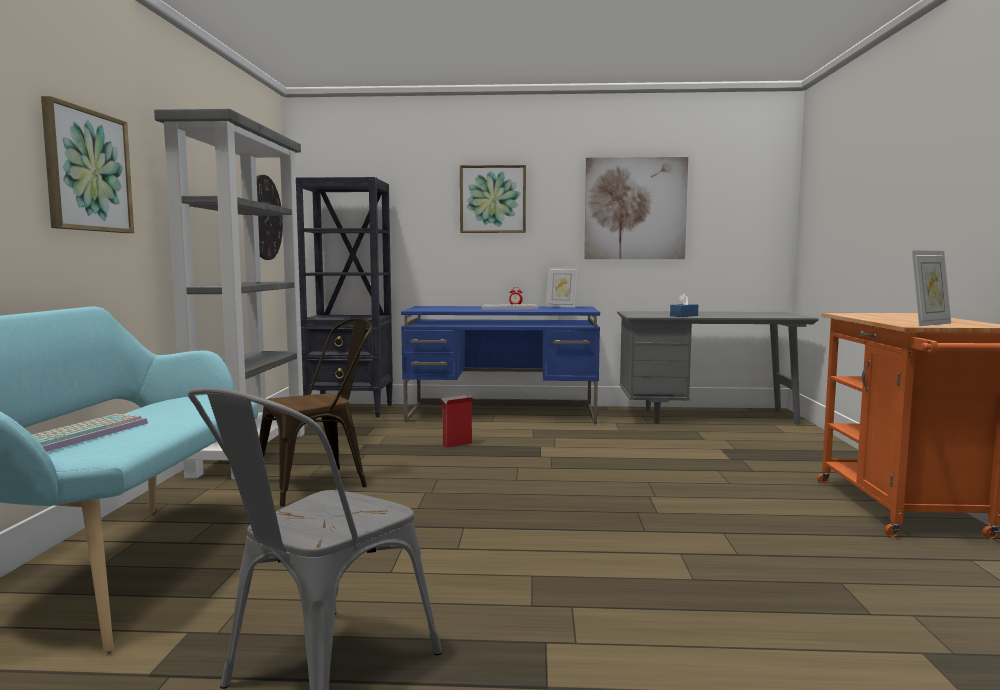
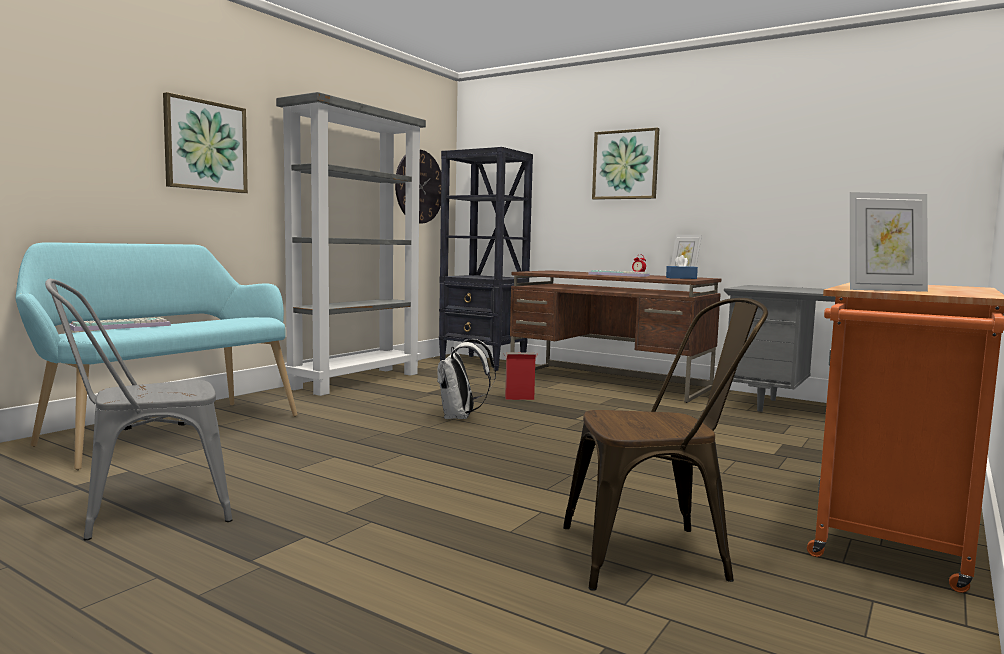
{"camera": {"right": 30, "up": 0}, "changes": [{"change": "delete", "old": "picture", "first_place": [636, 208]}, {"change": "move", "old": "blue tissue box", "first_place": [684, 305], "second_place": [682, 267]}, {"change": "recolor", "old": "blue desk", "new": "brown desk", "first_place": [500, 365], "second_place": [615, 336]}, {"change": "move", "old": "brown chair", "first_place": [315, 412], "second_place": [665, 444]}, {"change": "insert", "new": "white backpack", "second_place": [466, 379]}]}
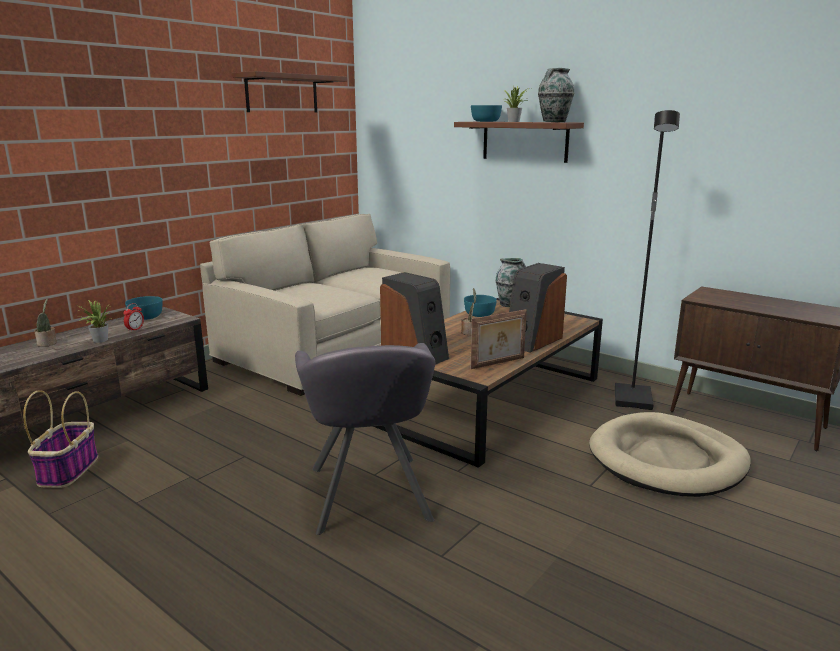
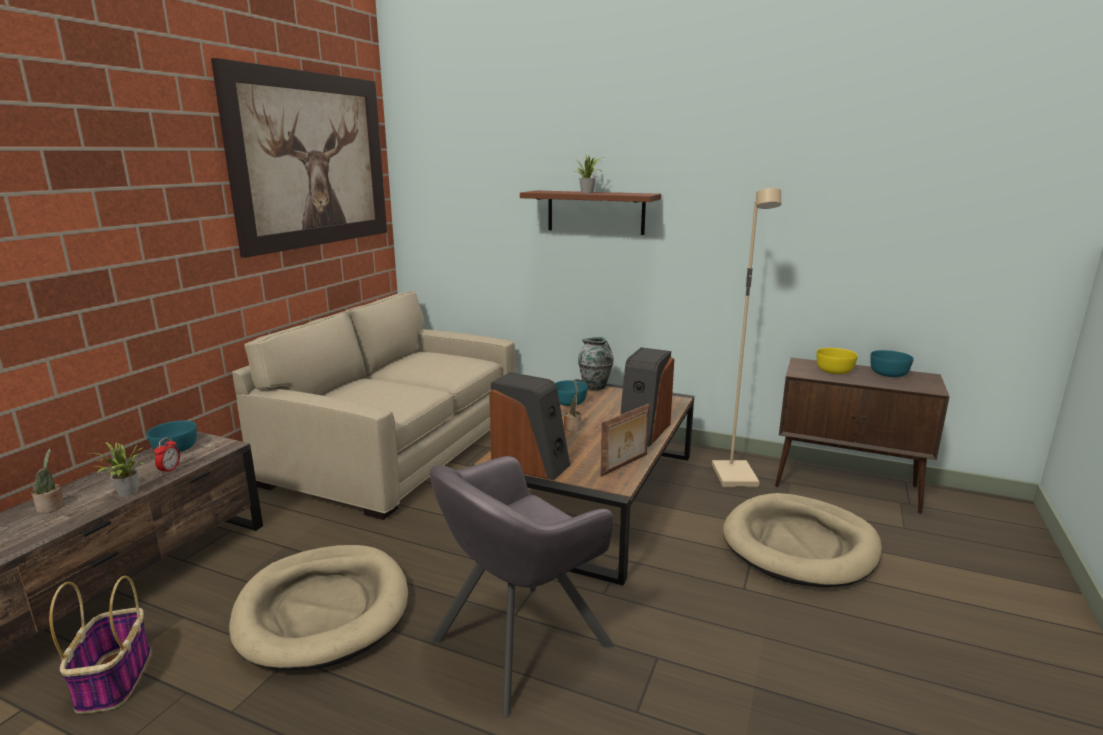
{"camera": {"right": -15, "up": 0}, "changes": [{"change": "delete", "old": "vase", "first_place": [556, 95]}, {"change": "replace", "old": "brown shelf", "new": "picture", "first_place": [289, 91], "second_place": [299, 158]}, {"change": "move", "old": "turquoise bowl", "first_place": [486, 113], "second_place": [892, 363]}, {"change": "recolor", "old": "black floor lamp", "new": "beige floor lamp", "first_place": [647, 260], "second_place": [746, 337]}, {"change": "rotate", "old": "grey armchair", "first_place": [365, 439], "second_place": [522, 587], "degrees": 75}, {"change": "insert", "new": "yellow bowl", "second_place": [837, 361]}, {"change": "insert", "new": "beige dog bed", "second_place": [318, 607]}]}
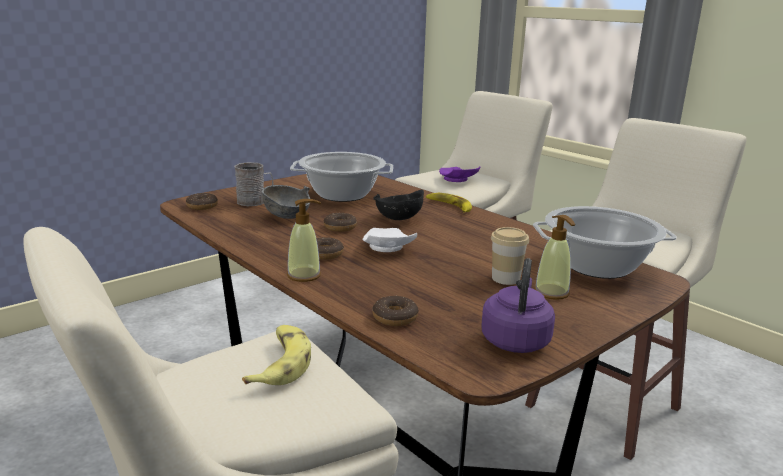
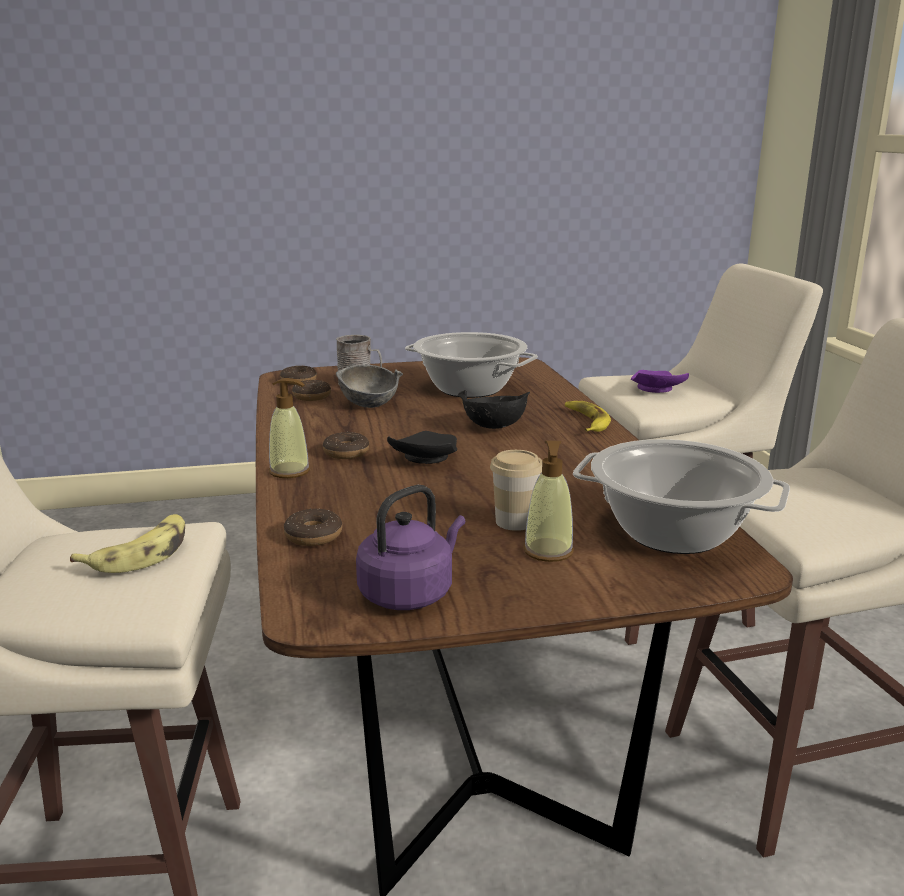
{"camera": {"right": 30, "up": 0}, "changes": [{"change": "move", "old": "donut", "first_place": [340, 222], "second_place": [311, 390]}, {"change": "recolor", "old": "white plate", "new": "black plate", "first_place": [390, 240], "second_place": [422, 447]}]}
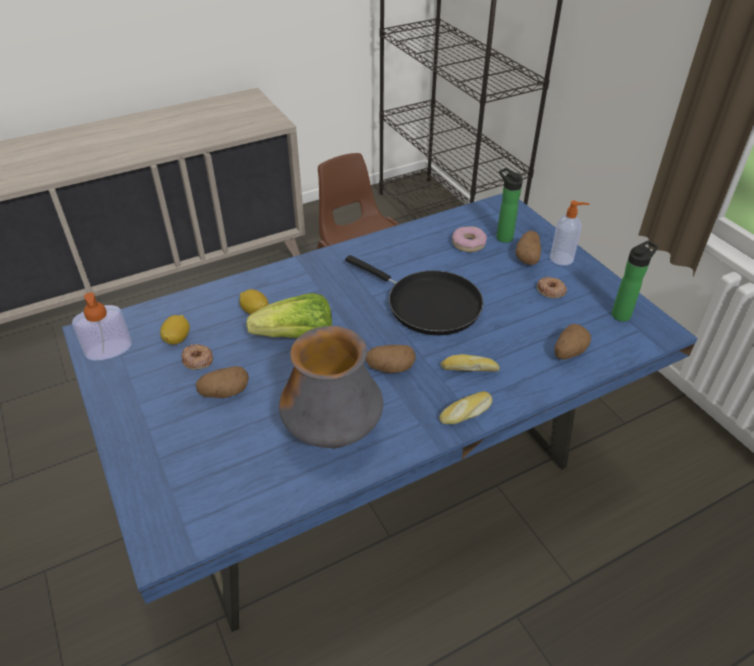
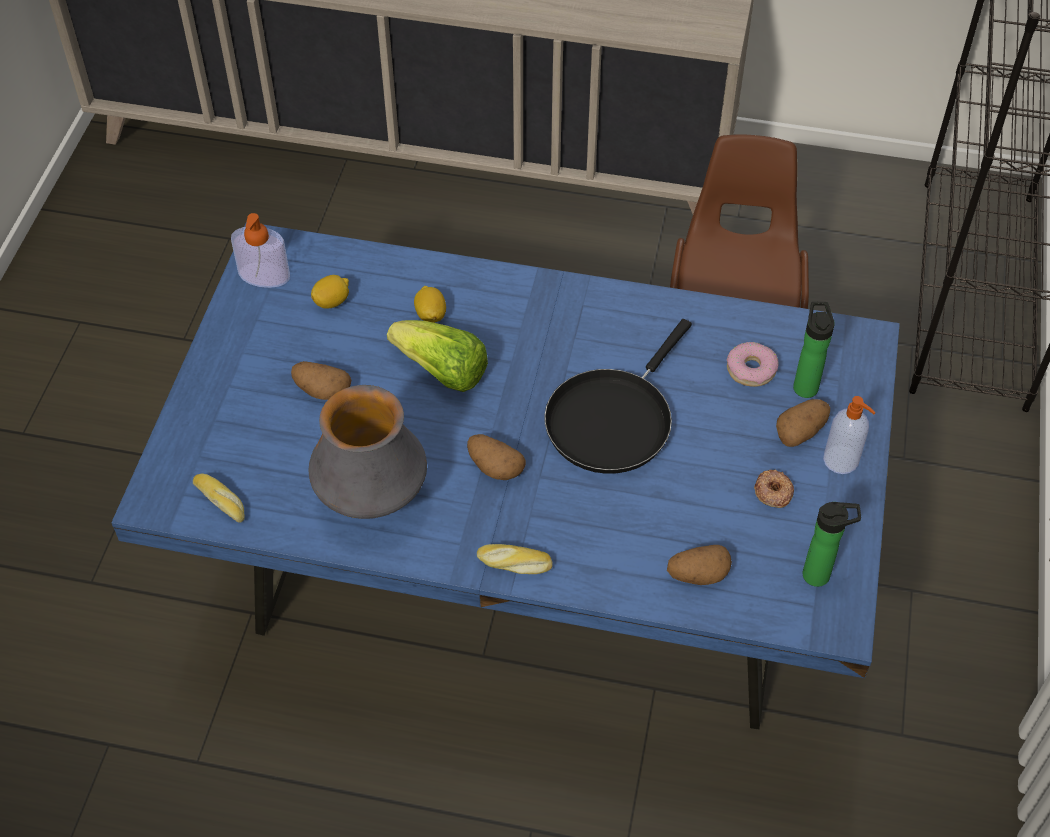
{"camera": {"right": 40, "up": 10}, "changes": [{"change": "rotate", "old": "black frying pan", "first_place": [414, 295], "second_place": [618, 396], "degrees": 45}, {"change": "delete", "old": "donut", "first_place": [197, 356]}, {"change": "move", "old": "bread", "first_place": [470, 363], "second_place": [219, 498]}]}
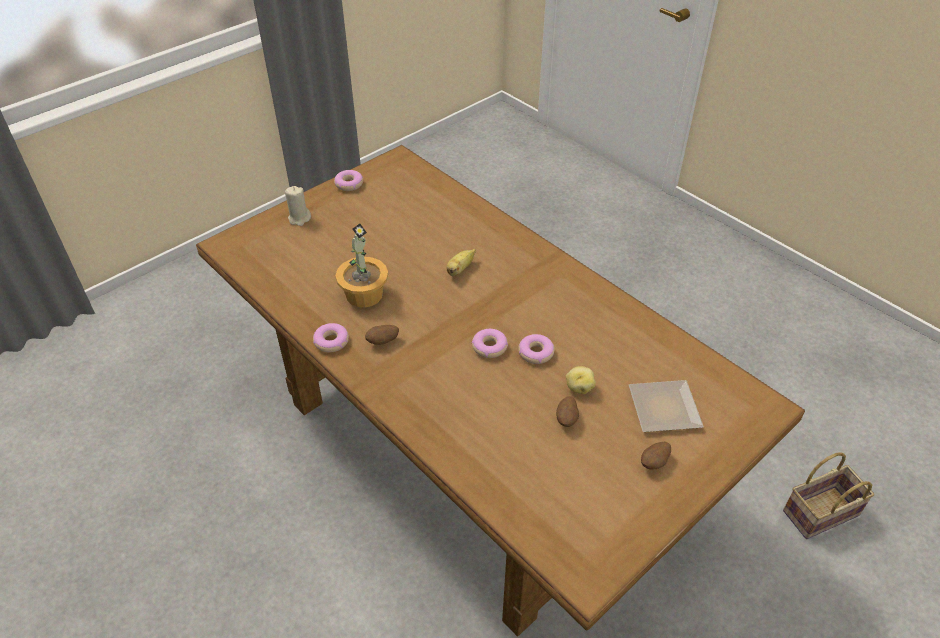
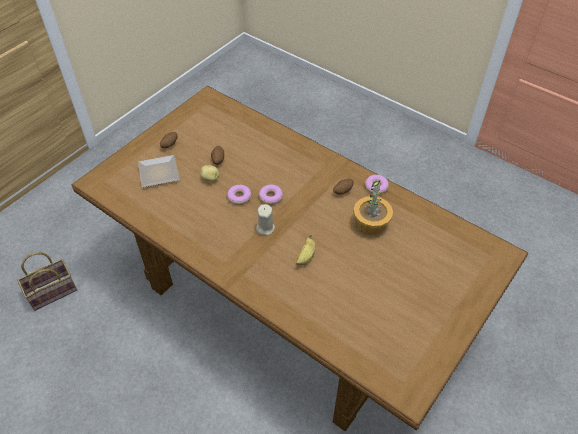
{"camera": {"right": 170, "up": 5}, "changes": [{"change": "delete", "old": "donut", "first_place": [348, 180]}, {"change": "move", "old": "beige candle", "first_place": [298, 206], "second_place": [265, 219]}]}
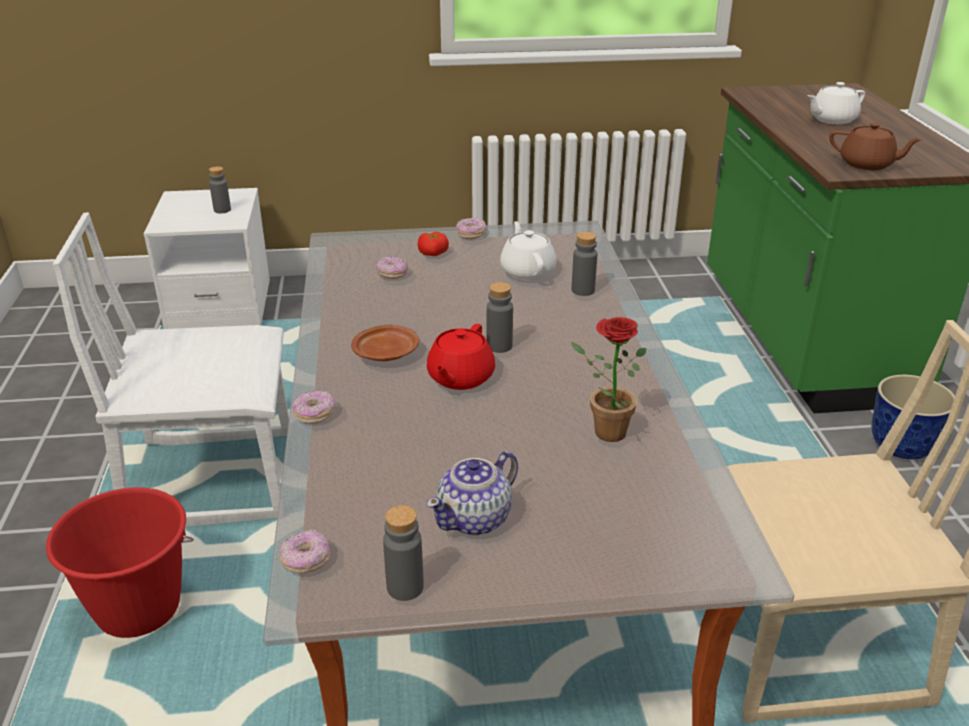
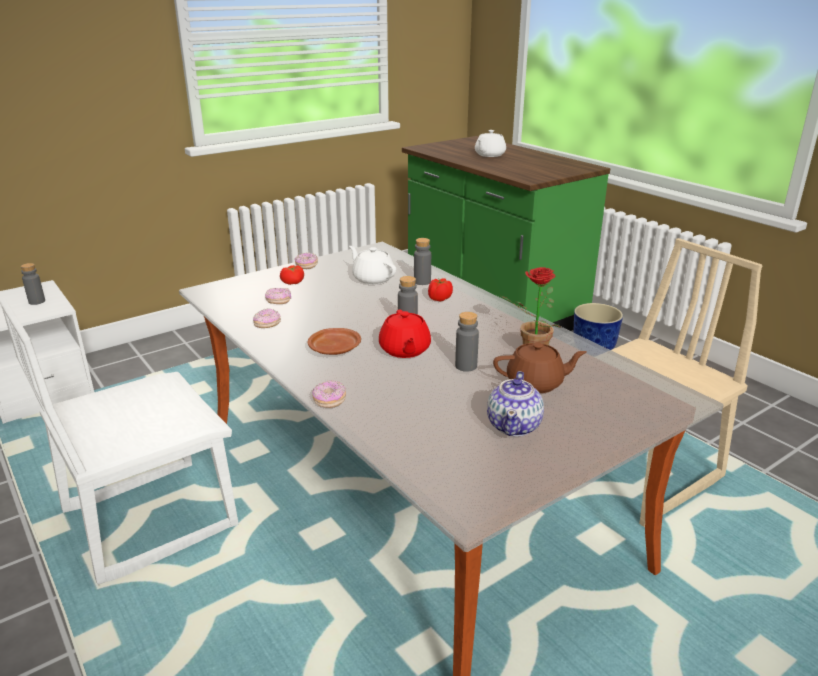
{"camera": {"right": -30, "up": -5}, "changes": [{"change": "move", "old": "brown teapot", "first_place": [876, 146], "second_place": [540, 367]}, {"change": "delete", "old": "red bucket", "first_place": [120, 562]}, {"change": "move", "old": "grey bottle", "first_place": [403, 553], "second_place": [467, 342]}, {"change": "move", "old": "donut", "first_place": [304, 551], "second_place": [267, 318]}, {"change": "insert", "new": "tomato", "second_place": [440, 289]}]}
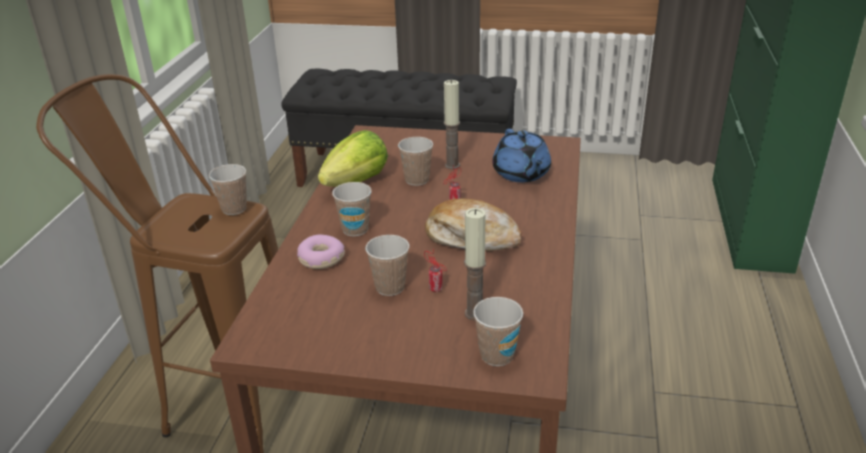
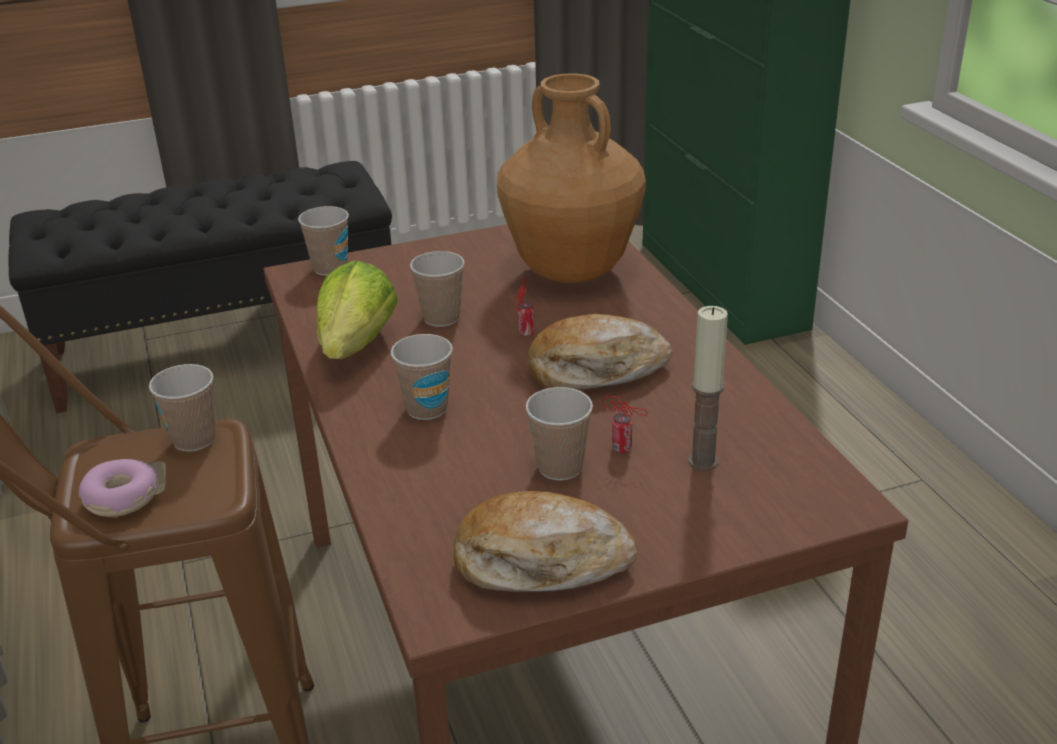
{"camera": {"right": -30, "up": 0}, "changes": [{"change": "delete", "old": "candle", "first_place": [452, 124]}, {"change": "replace", "old": "blue teapot", "new": "brown vase", "first_place": [521, 155], "second_place": [571, 178]}, {"change": "move", "old": "donut", "first_place": [321, 252], "second_place": [119, 488]}, {"change": "move", "old": "cup", "first_place": [498, 331], "second_place": [323, 241]}, {"change": "insert", "new": "bread", "second_place": [545, 541]}]}
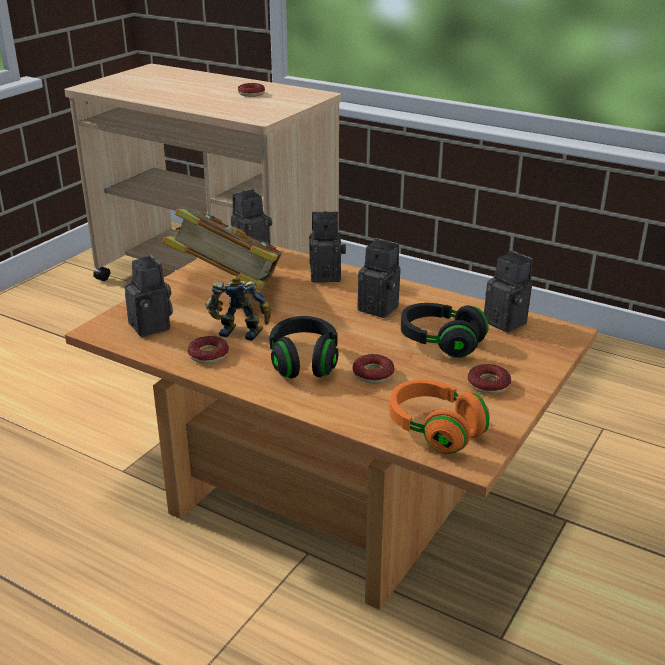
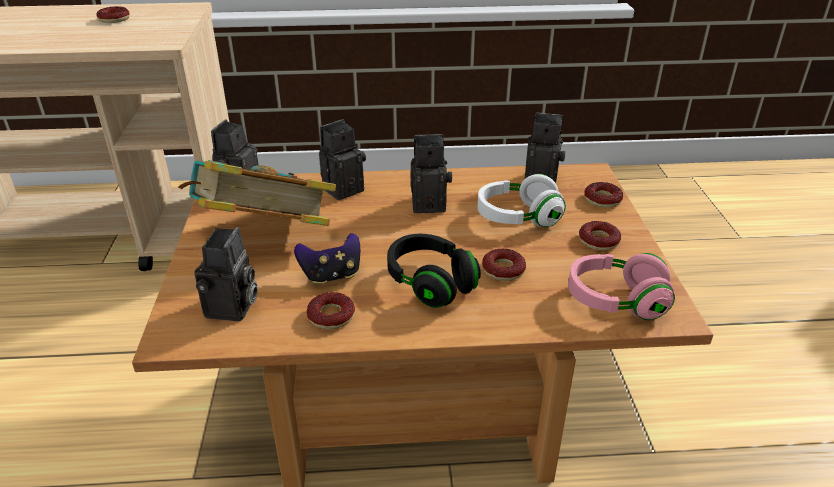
{"camera": {"right": -35, "up": 5}, "changes": [{"change": "rotate", "old": "photo camera", "first_place": [148, 295], "second_place": [226, 274], "degrees": 75}, {"change": "replace", "old": "toy robot", "new": "game controller", "first_place": [238, 308], "second_place": [327, 259]}, {"change": "recolor", "old": "black headphones", "new": "white headphones", "first_place": [445, 330], "second_place": [522, 200]}, {"change": "recolor", "old": "orange headphones", "new": "pink headphones", "first_place": [440, 417], "second_place": [621, 286]}, {"change": "insert", "new": "donut", "second_place": [603, 195]}]}
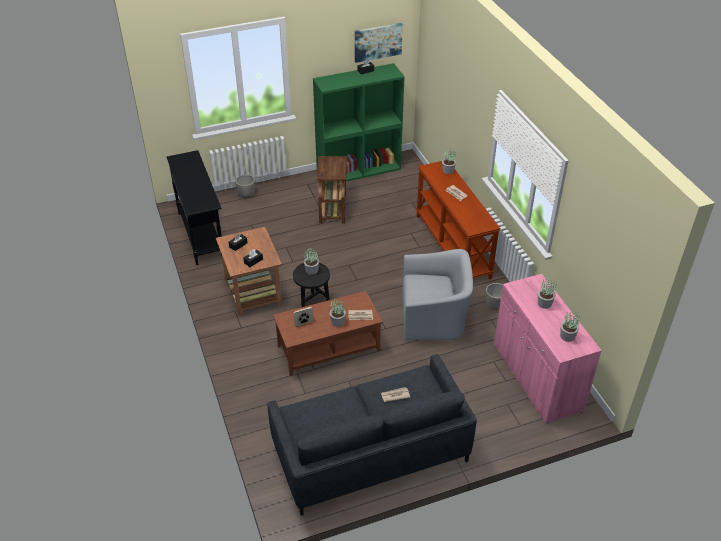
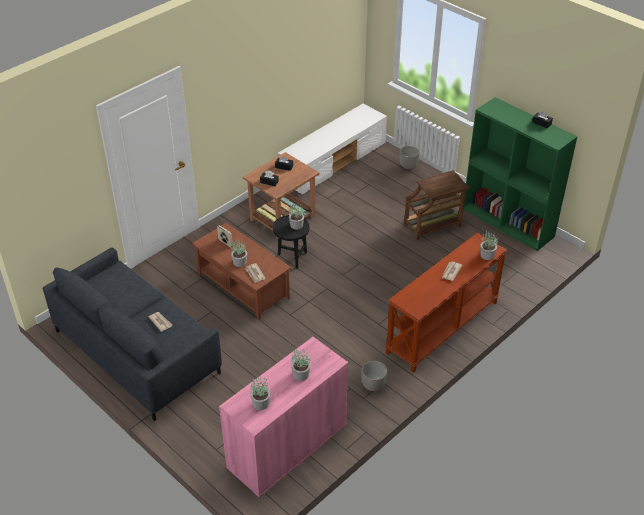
{"camera": {"right": 65, "up": 0}, "changes": [{"change": "delete", "old": "picture", "first_place": [379, 43]}, {"change": "replace", "old": "black console table", "new": "white tv stand", "first_place": [194, 207], "second_place": [332, 149]}, {"change": "delete", "old": "grey armchair", "first_place": [437, 295]}]}
